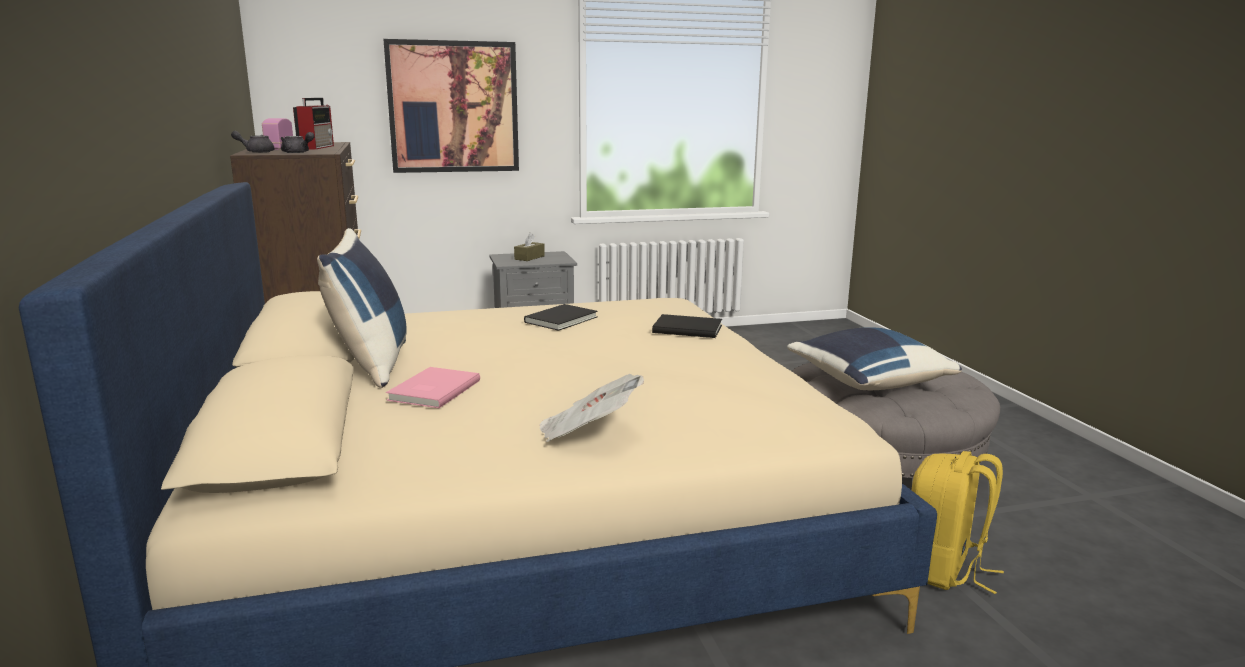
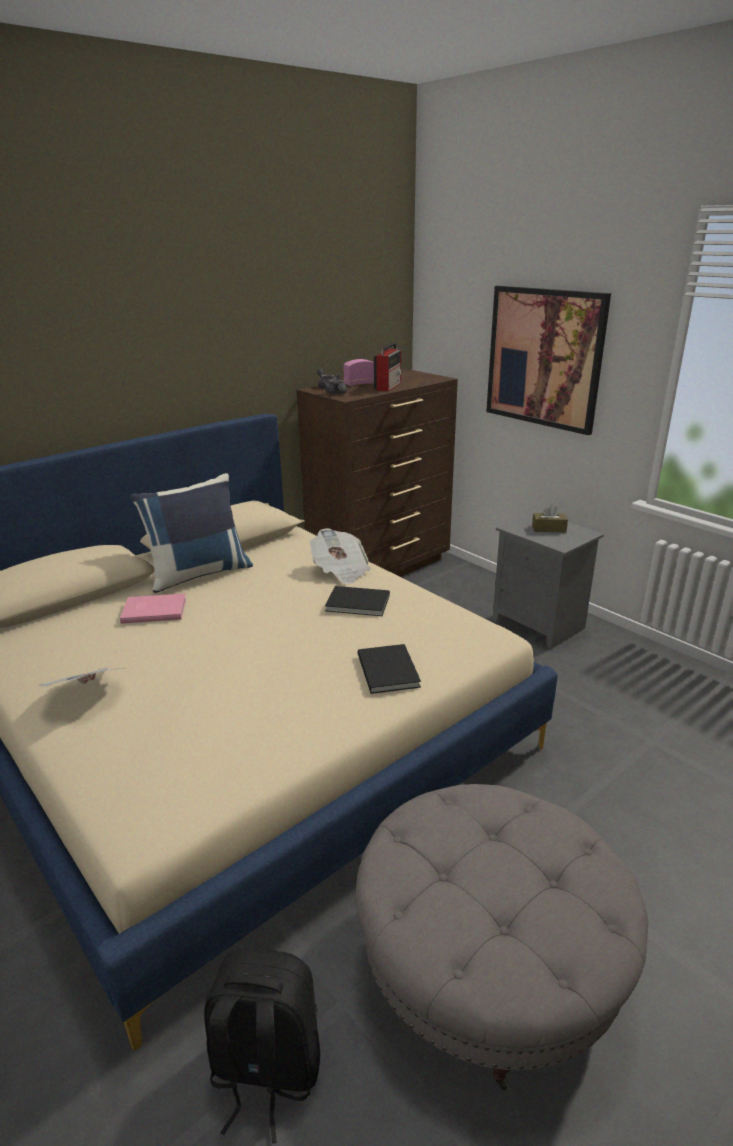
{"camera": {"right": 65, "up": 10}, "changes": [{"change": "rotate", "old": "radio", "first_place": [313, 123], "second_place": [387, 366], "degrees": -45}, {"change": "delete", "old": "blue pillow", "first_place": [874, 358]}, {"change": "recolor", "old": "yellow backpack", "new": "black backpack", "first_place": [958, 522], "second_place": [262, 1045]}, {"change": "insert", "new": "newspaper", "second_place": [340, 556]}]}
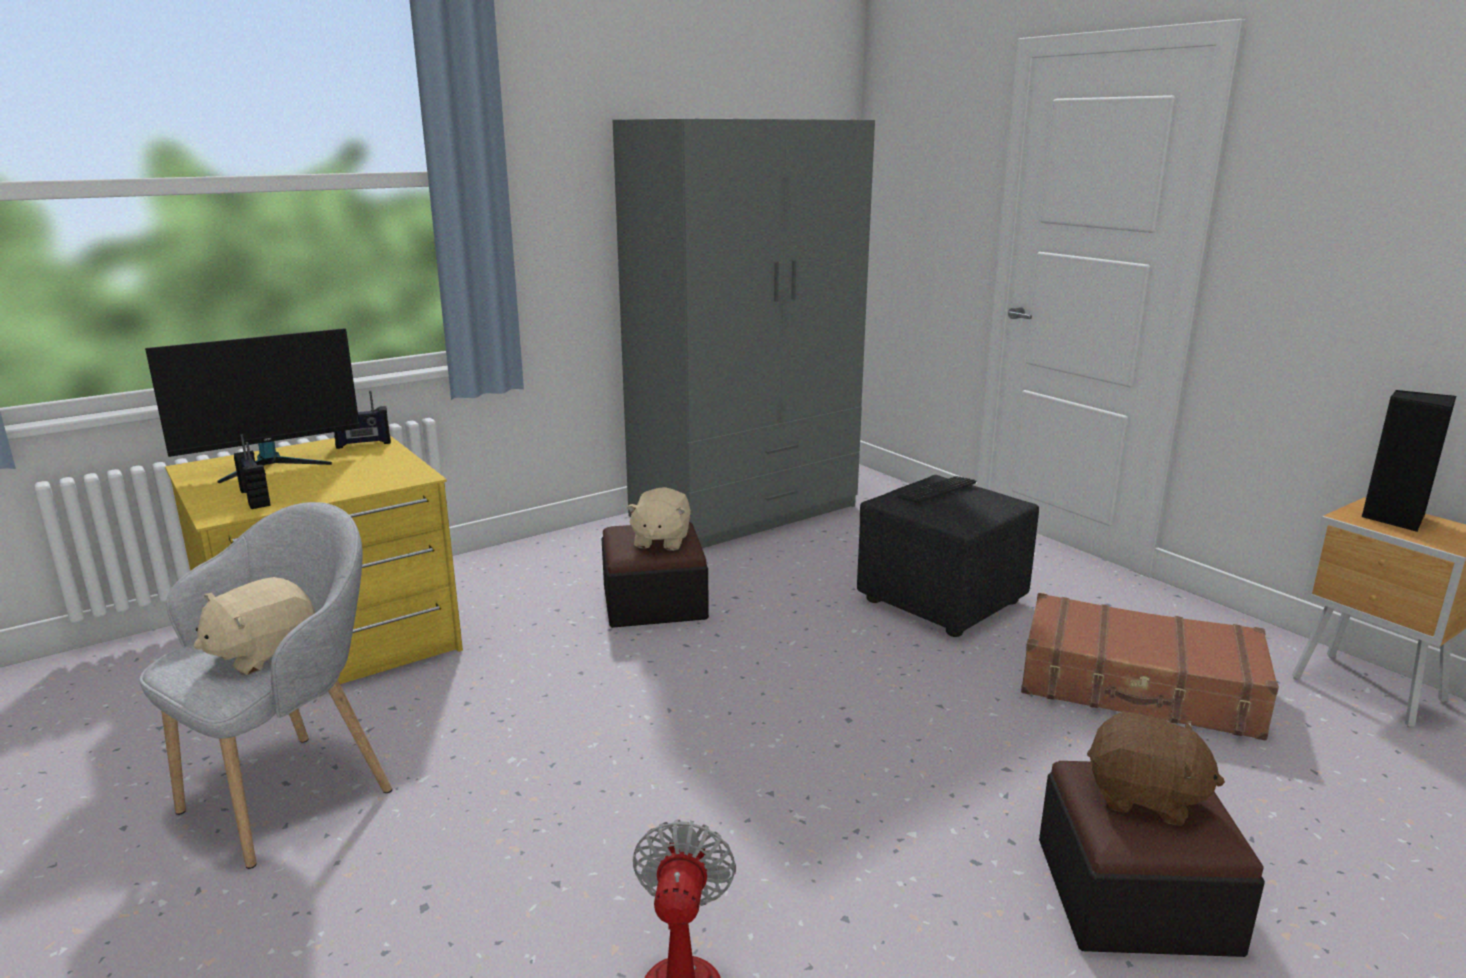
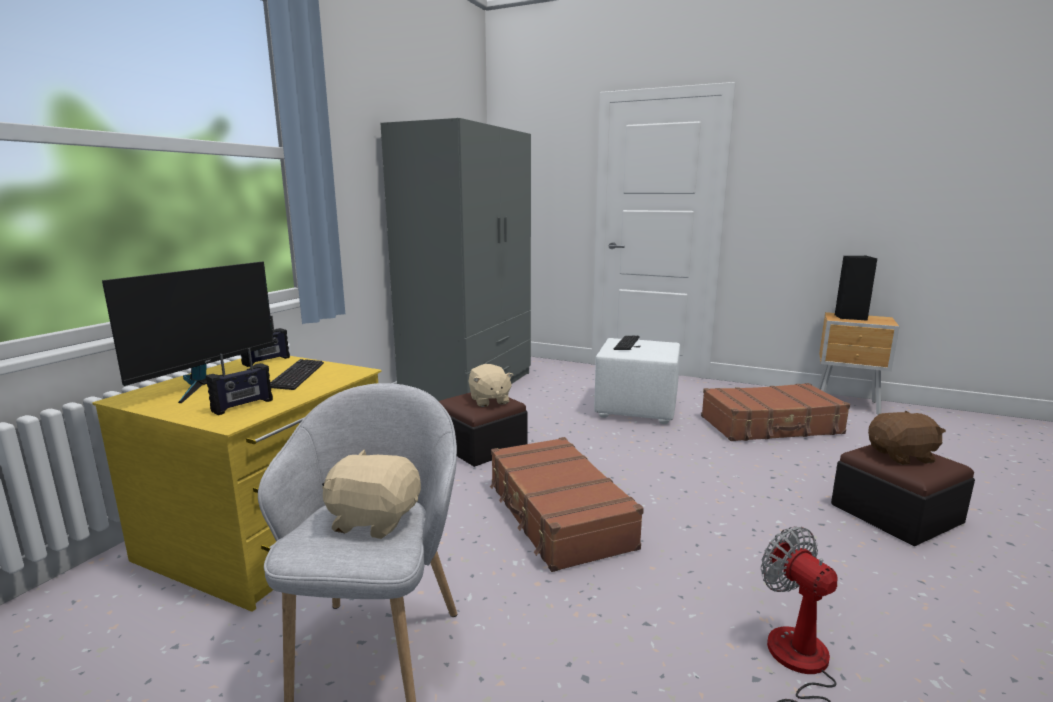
{"camera": {"right": -30, "up": -5}, "changes": [{"change": "rotate", "old": "radio", "first_place": [252, 471], "second_place": [239, 381], "degrees": 105}, {"change": "recolor", "old": "black ottoman", "new": "white ottoman", "first_place": [948, 556], "second_place": [637, 381]}, {"change": "rotate", "old": "beige plush toy", "first_place": [254, 626], "second_place": [371, 494], "degrees": 90}, {"change": "insert", "new": "keyboard", "second_place": [297, 374]}, {"change": "insert", "new": "brown suitcase", "second_place": [567, 504]}]}
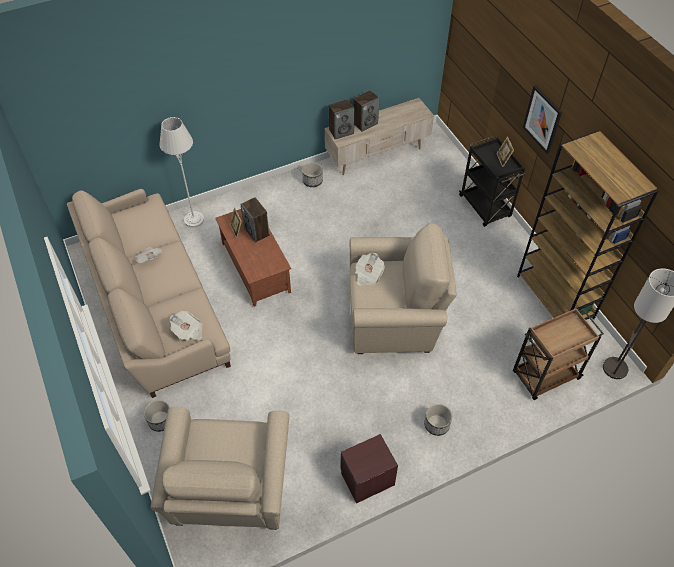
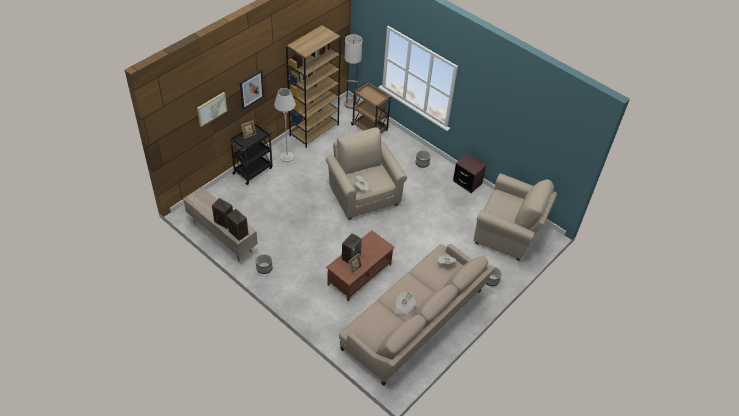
{"camera": {"right": -115, "up": -5}, "changes": [{"change": "move", "old": "grey floor lamp", "first_place": [181, 172], "second_place": [285, 125]}, {"change": "rotate", "old": "beige armchair", "first_place": [219, 468], "second_place": [515, 217], "degrees": 45}, {"change": "insert", "new": "picture", "second_place": [212, 109]}]}
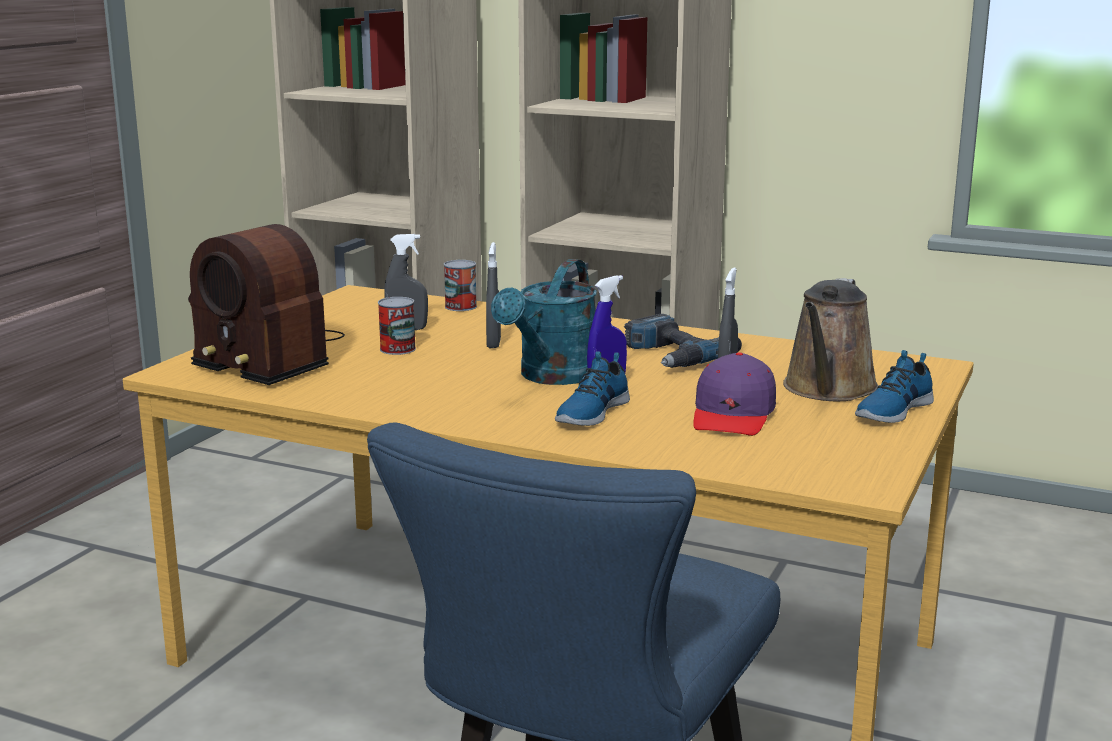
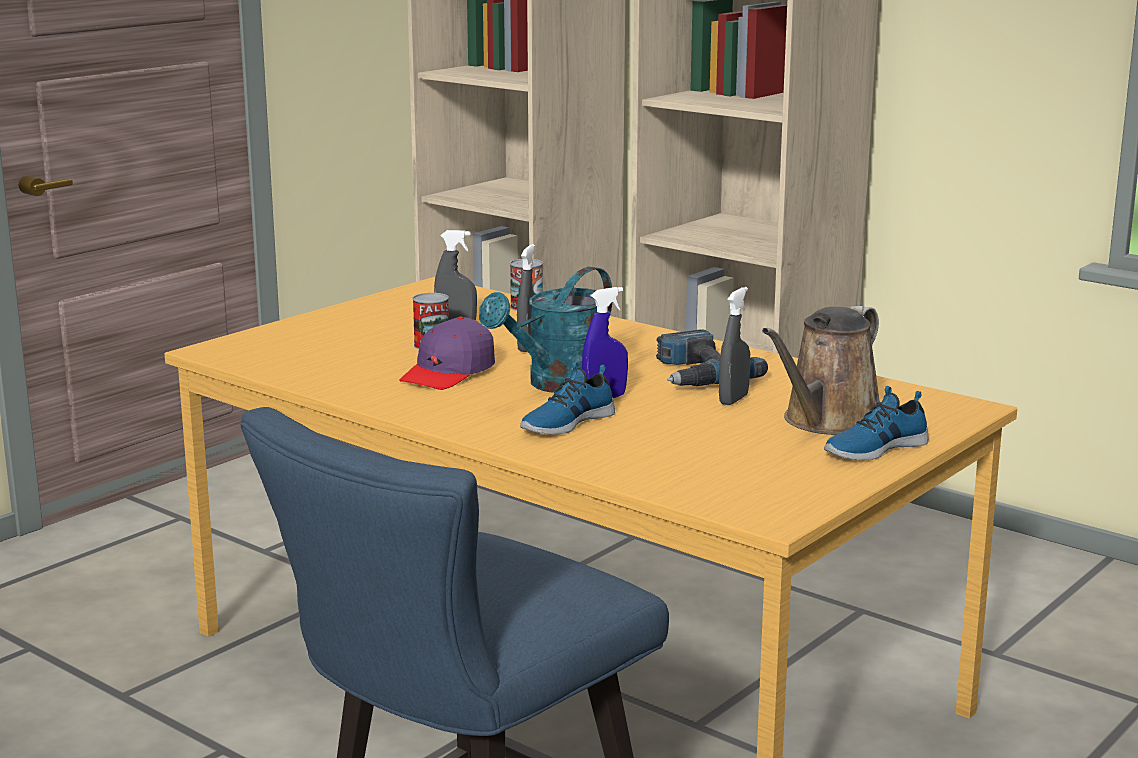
{"camera": {"right": 15, "up": 0}, "changes": [{"change": "delete", "old": "radio", "first_place": [266, 304]}, {"change": "move", "old": "purple cap", "first_place": [734, 394], "second_place": [447, 353]}]}
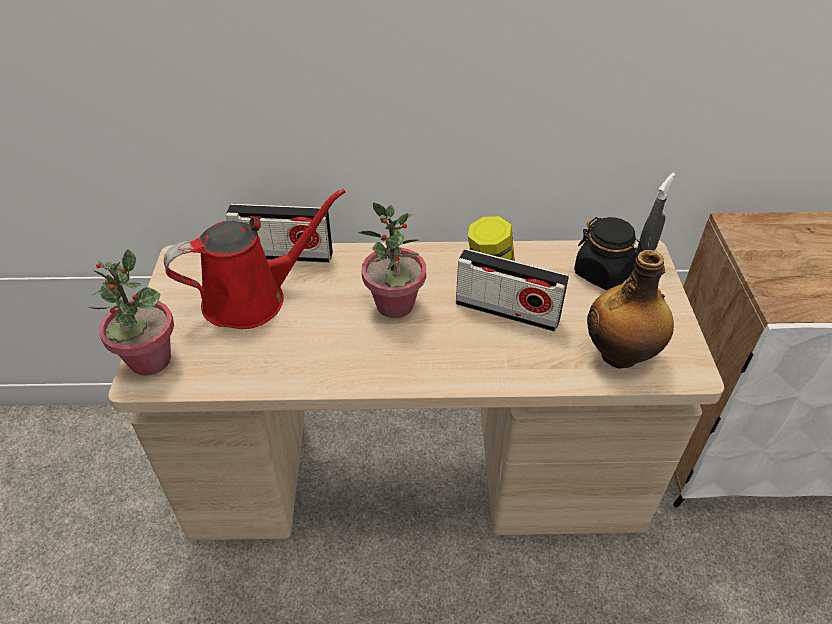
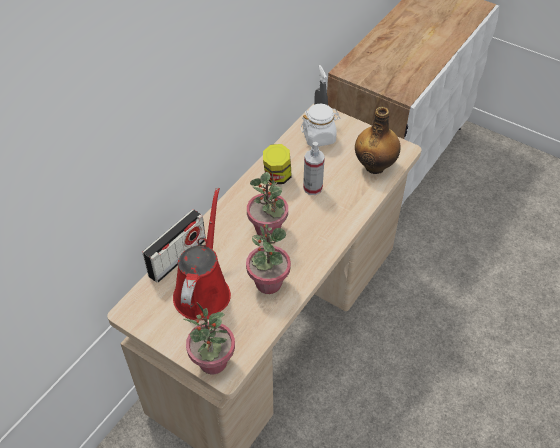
{"camera": {"right": -55, "up": 5}, "changes": [{"change": "recolor", "old": "black jar", "new": "white jar", "first_place": [608, 253], "second_place": [320, 125]}, {"change": "replace", "old": "radio", "new": "spray bottle", "first_place": [512, 290], "second_place": [314, 168]}, {"change": "insert", "new": "potted plant", "second_place": [268, 259]}]}
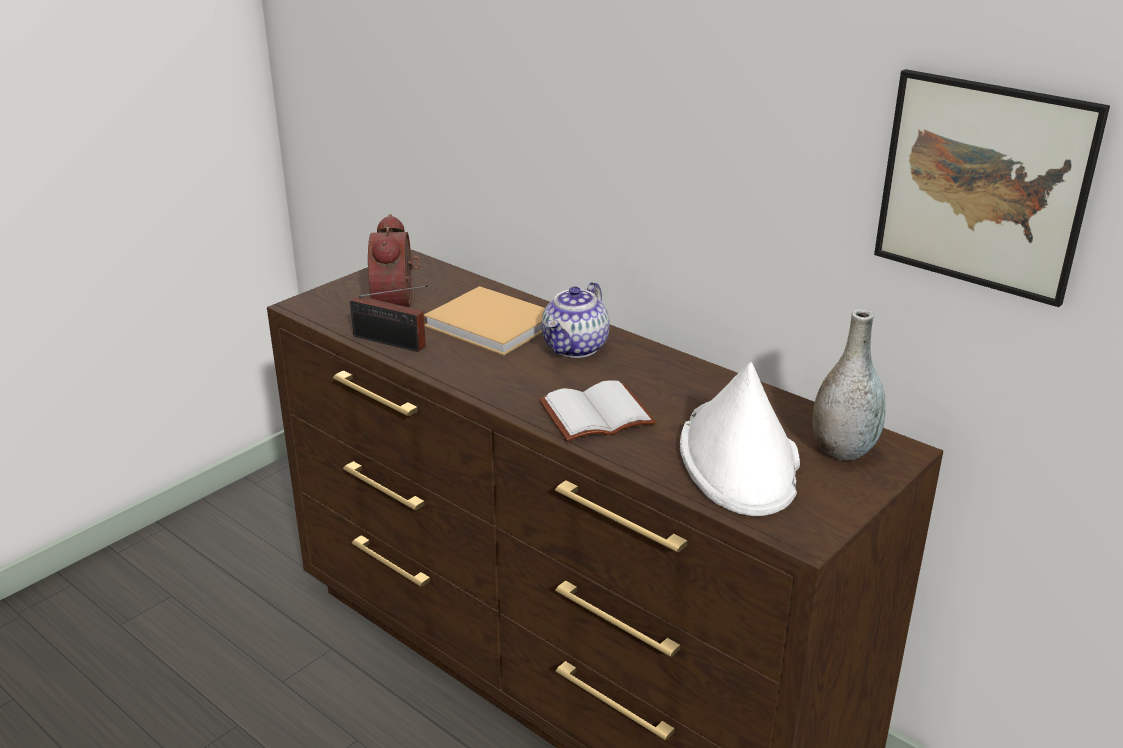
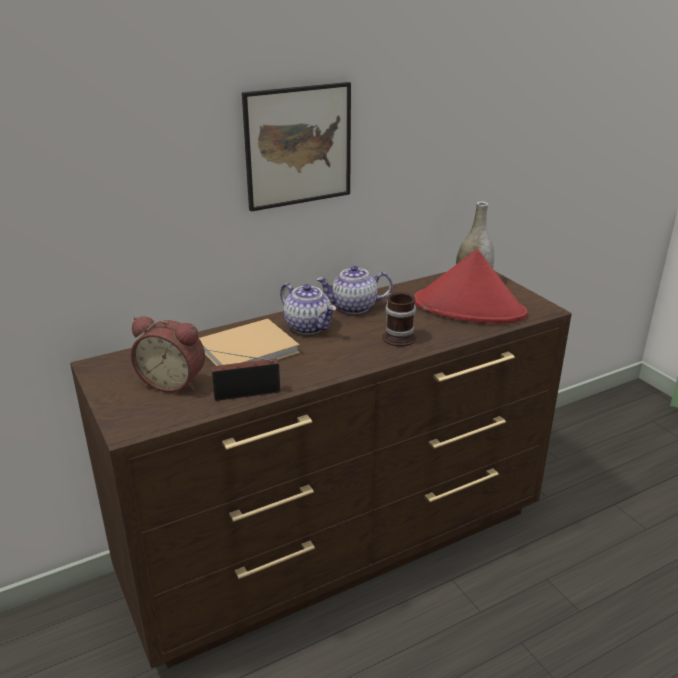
{"camera": {"right": -70, "up": 0}, "changes": [{"change": "move", "old": "picture", "first_place": [992, 188], "second_place": [296, 147]}, {"change": "rotate", "old": "radio", "first_place": [389, 318], "second_place": [240, 374], "degrees": -150}, {"change": "recolor", "old": "white hat", "new": "red hat", "first_place": [740, 439], "second_place": [471, 286]}, {"change": "replace", "old": "white book", "new": "mug", "first_place": [597, 410], "second_place": [399, 319]}, {"change": "insert", "new": "teapot", "second_place": [354, 289]}]}
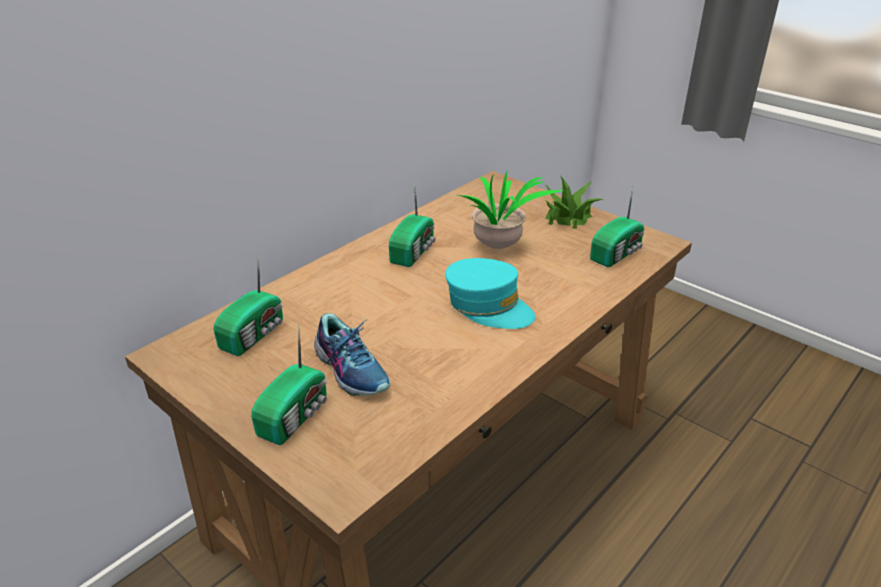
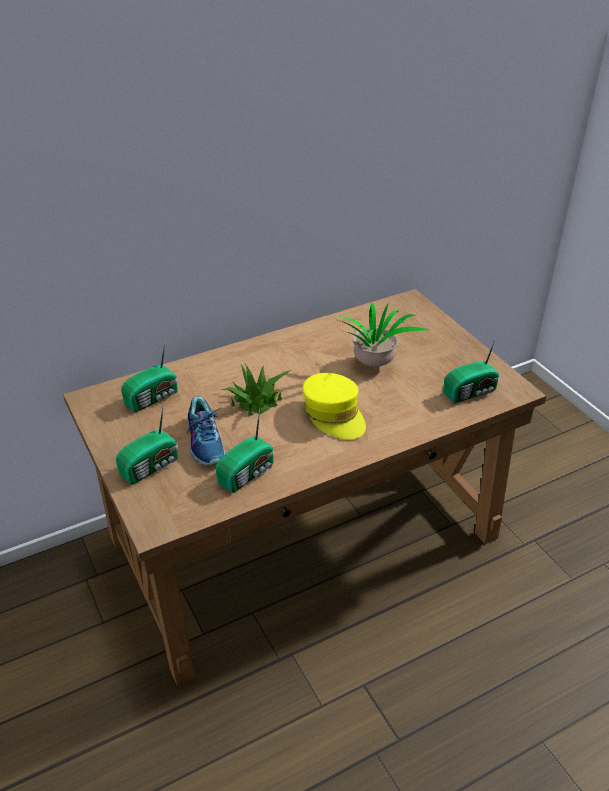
{"camera": {"right": 20, "up": 5}, "changes": [{"change": "move", "old": "potted plant", "first_place": [573, 202], "second_place": [256, 390]}, {"change": "move", "old": "radio", "first_place": [412, 224], "second_place": [245, 450]}, {"change": "recolor", "old": "turquoise cap", "new": "yellow cap", "first_place": [490, 293], "second_place": [334, 406]}]}
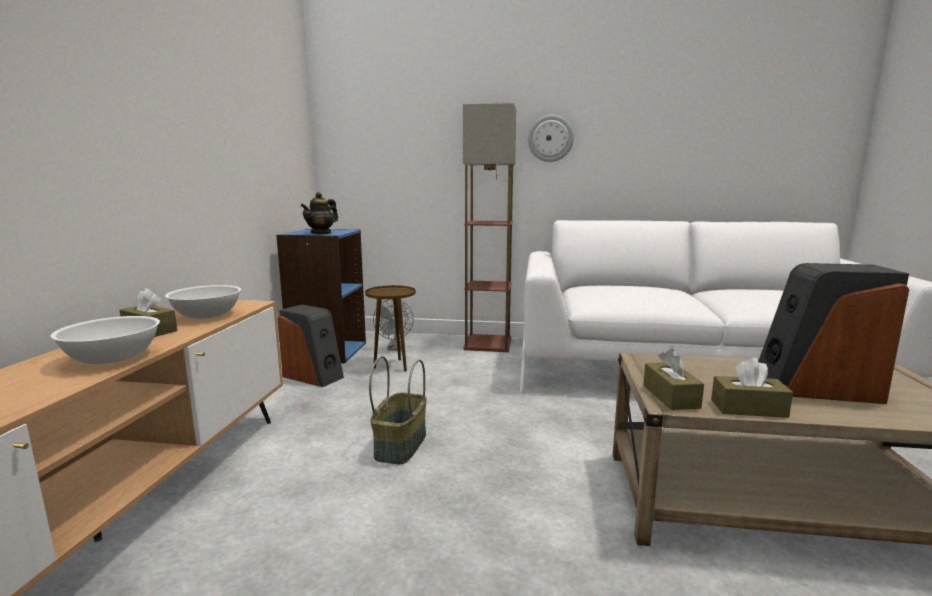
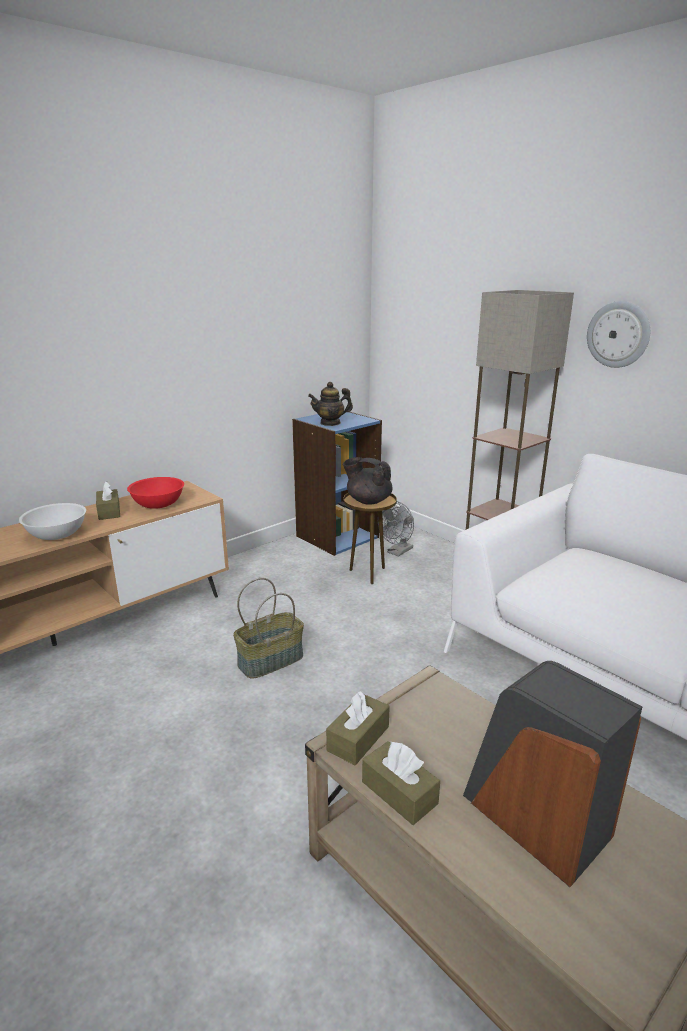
{"camera": {"right": 40, "up": 10}, "changes": [{"change": "recolor", "old": "white bowl", "new": "red bowl", "first_place": [203, 302], "second_place": [155, 493]}, {"change": "delete", "old": "speaker", "first_place": [311, 345]}, {"change": "insert", "new": "black teapot", "second_place": [368, 481]}]}
